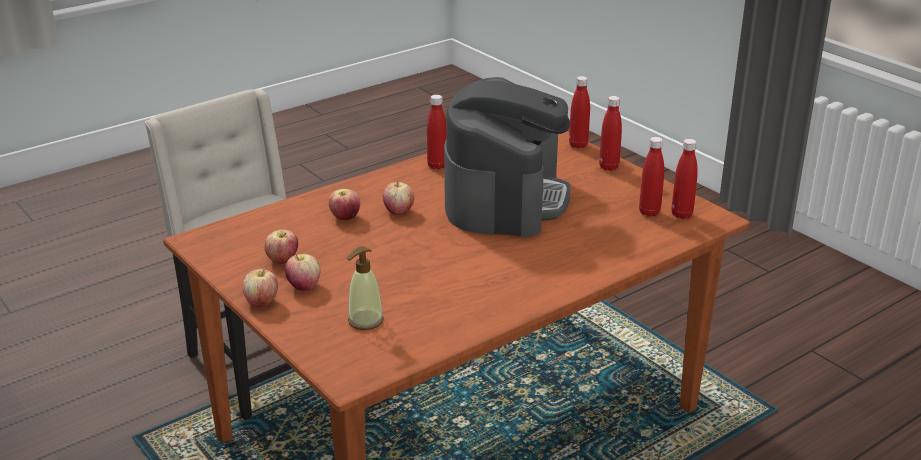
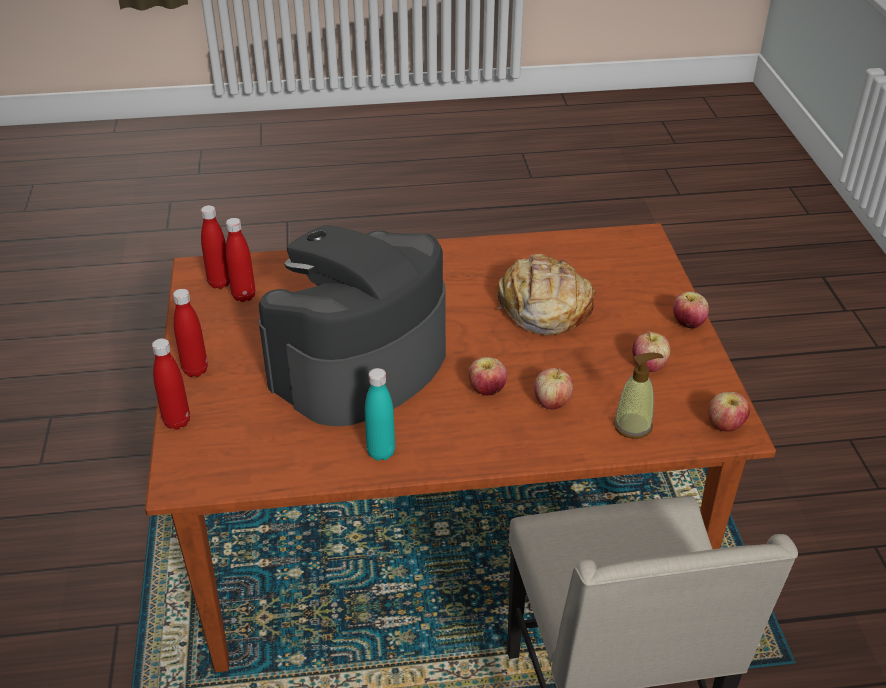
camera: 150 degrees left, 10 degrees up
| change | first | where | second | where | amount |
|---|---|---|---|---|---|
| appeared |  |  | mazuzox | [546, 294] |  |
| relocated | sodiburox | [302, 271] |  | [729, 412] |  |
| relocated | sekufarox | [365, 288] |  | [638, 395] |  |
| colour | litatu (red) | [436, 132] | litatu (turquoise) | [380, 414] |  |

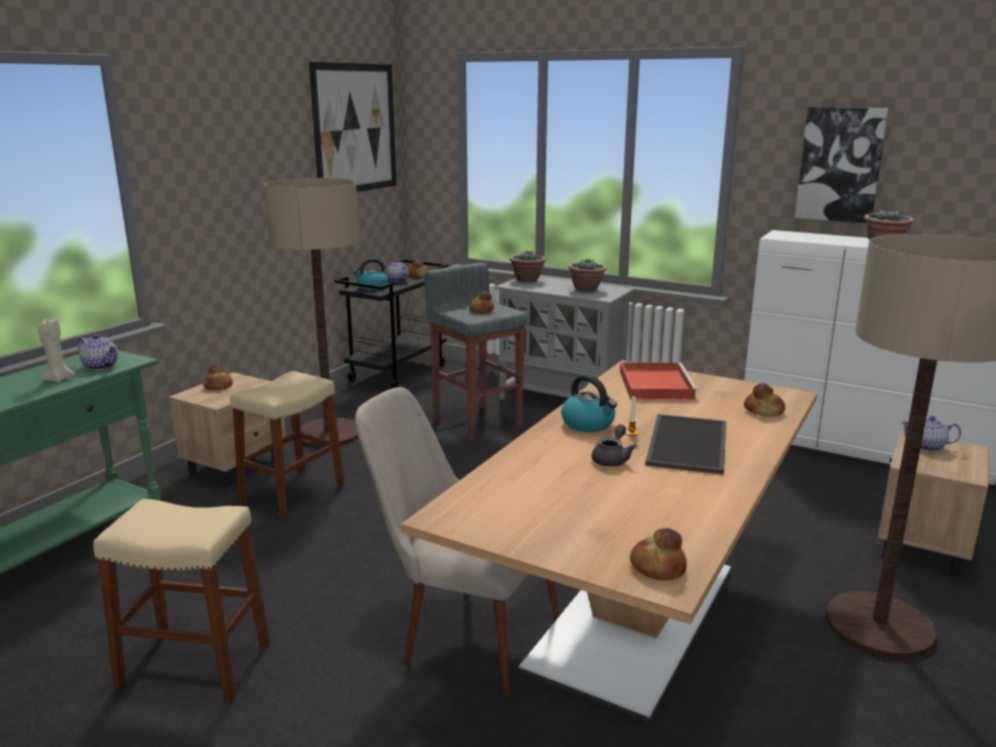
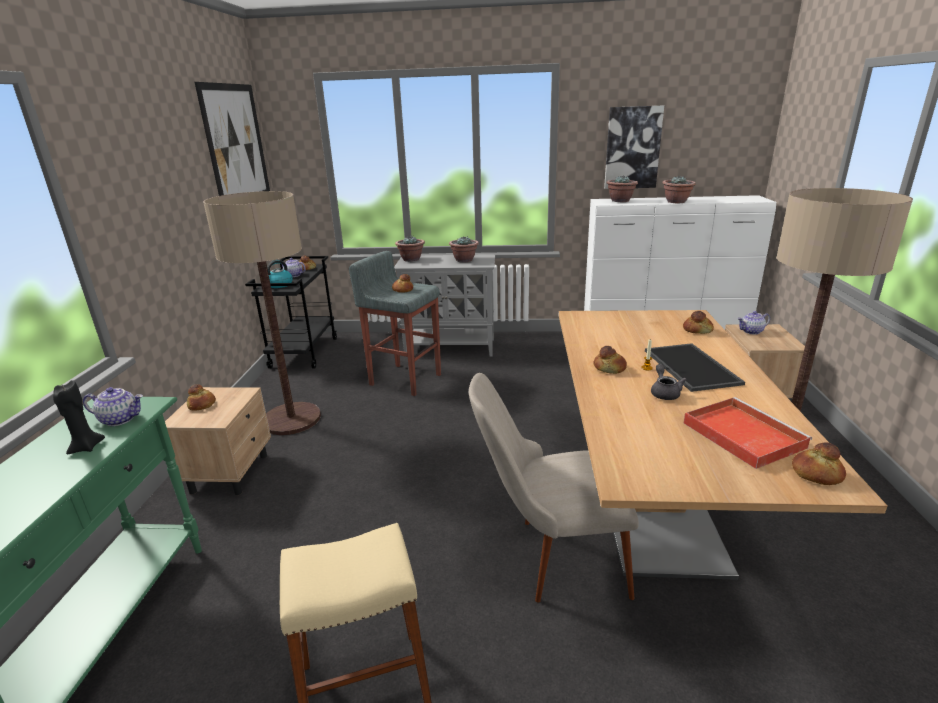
camera: 25 degrees left, 5 degrees up
| change | first | where | second | where | amount |
|---|---|---|---|---|---|
| missing | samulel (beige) | [287, 446] |  |  |  |
| appeared |  |  | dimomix | [622, 188] |  |
| relocated | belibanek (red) | [659, 381] |  | [748, 433] |  |
| exchanged | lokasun | [589, 403] | mazuzox | [610, 360] |  |
| colour | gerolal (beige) | [57, 350] | gerolal (black) | [79, 417] |  |

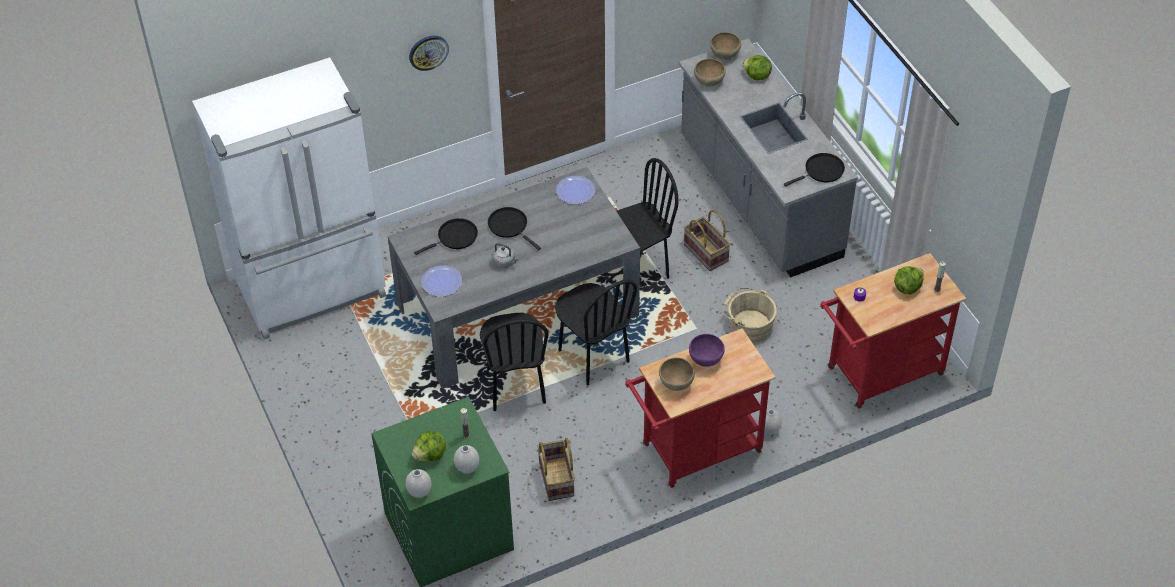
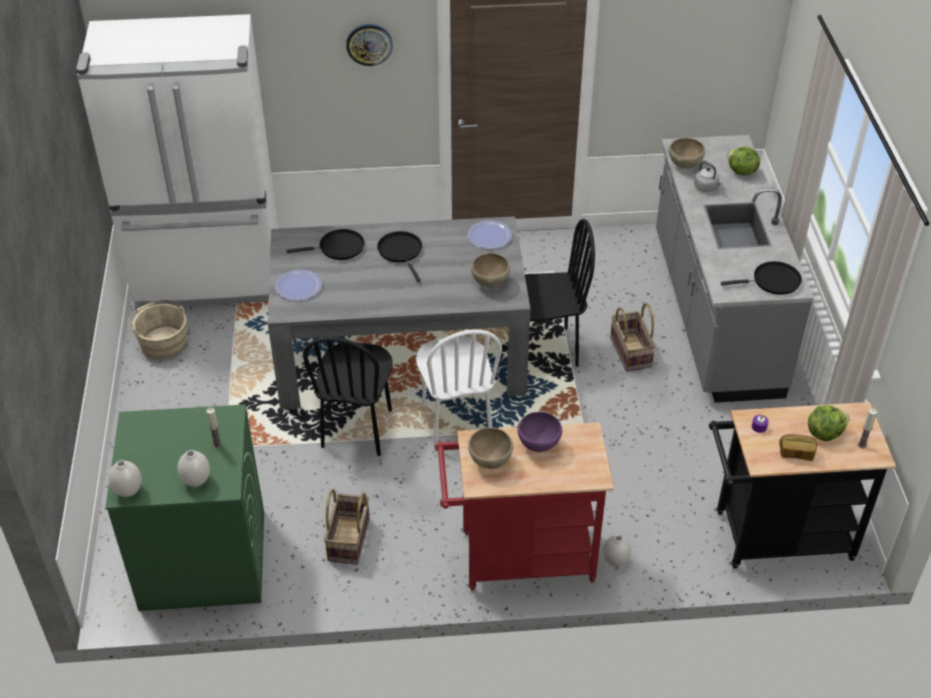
camera: 20 degrees right, 5 degrees down
| change | first | where | second | where | amount |
|---|---|---|---|---|---|
| missing | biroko | [429, 446] |  |  |  |
| appeared |  |  | mazuzox | [798, 447] |  |
| relocated | lokasun (grey) | [506, 256] |  | [708, 176] |  |
| relocated | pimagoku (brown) | [725, 46] |  | [490, 270] |  |
| relocated | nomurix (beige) | [750, 315] |  | [157, 329] |  |
| colour | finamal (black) | [596, 332] | finamal (white) | [459, 390] |  |
| colour | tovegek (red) | [893, 331] | tovegek (black) | [802, 485] |  |

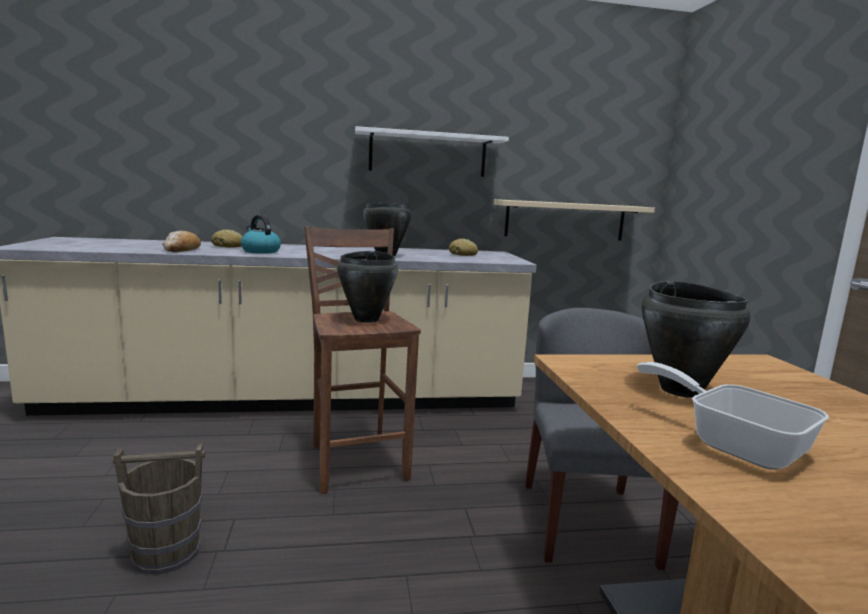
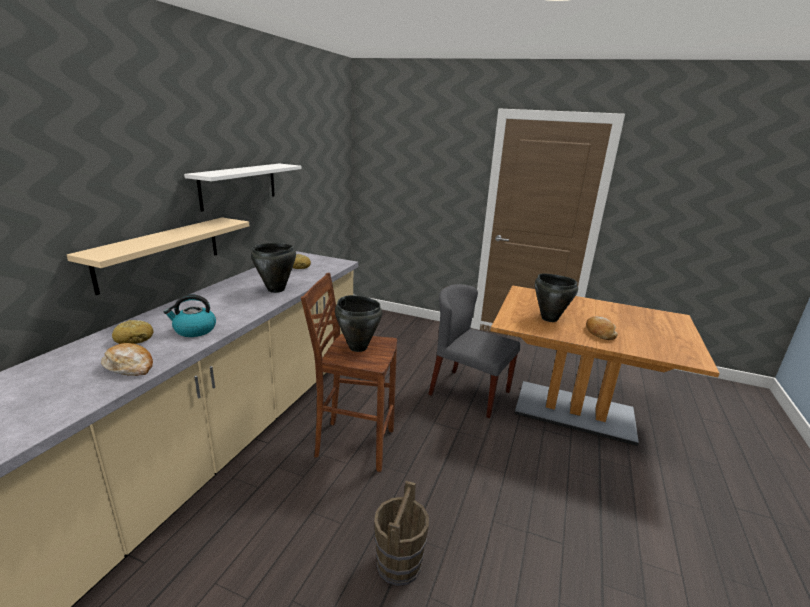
camera: 60 degrees left, 10 degrees up
| change | first | where | second | where | amount |
|---|---|---|---|---|---|
| relocated | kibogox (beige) | [574, 219] |  | [158, 256] |  |
| exchanged | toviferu | [733, 416] | mazuzox | [602, 328] |  |

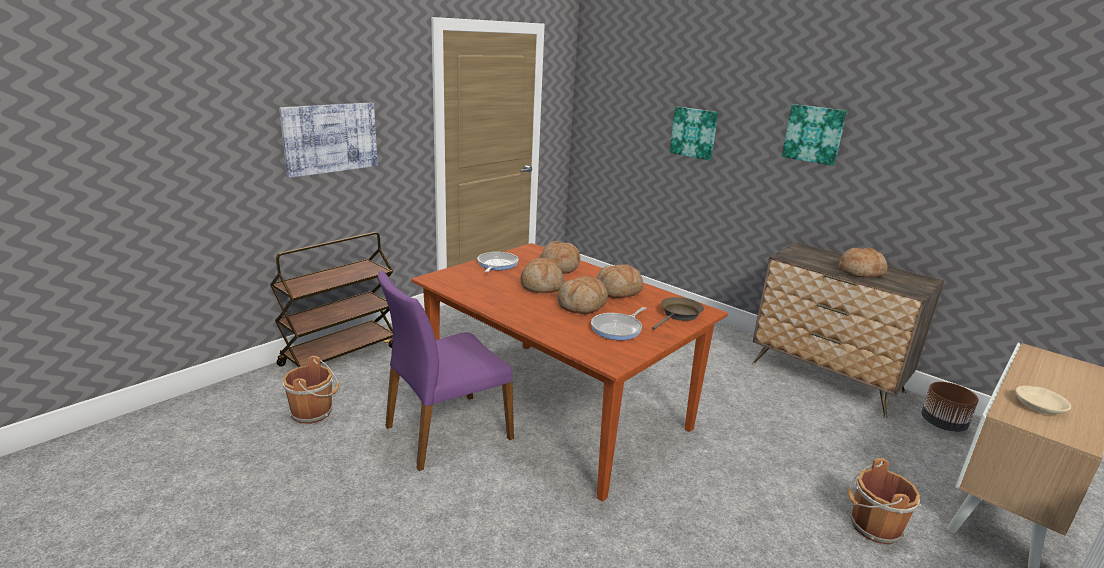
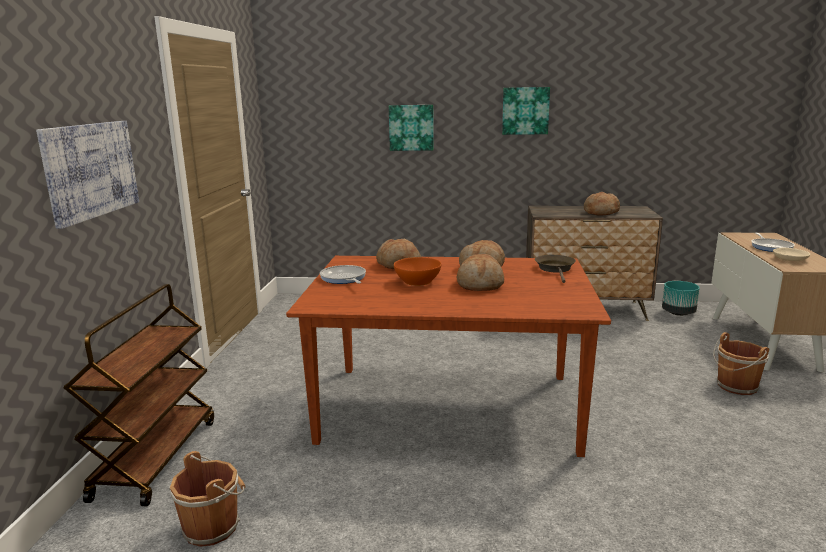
camera: 35 degrees left, 5 degrees down
| change | first | where | second | where | amount |
|---|---|---|---|---|---|
| missing | finamal (purple) | [446, 370] |  |  |  |
| relocated | toviferu | [619, 323] |  | [773, 242] |  |
| exchanged | mazuzox | [542, 275] | pimagoku (orange) | [417, 271] |  |
| colour | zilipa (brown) | [950, 407] | zilipa (turquoise) | [681, 298] |  |

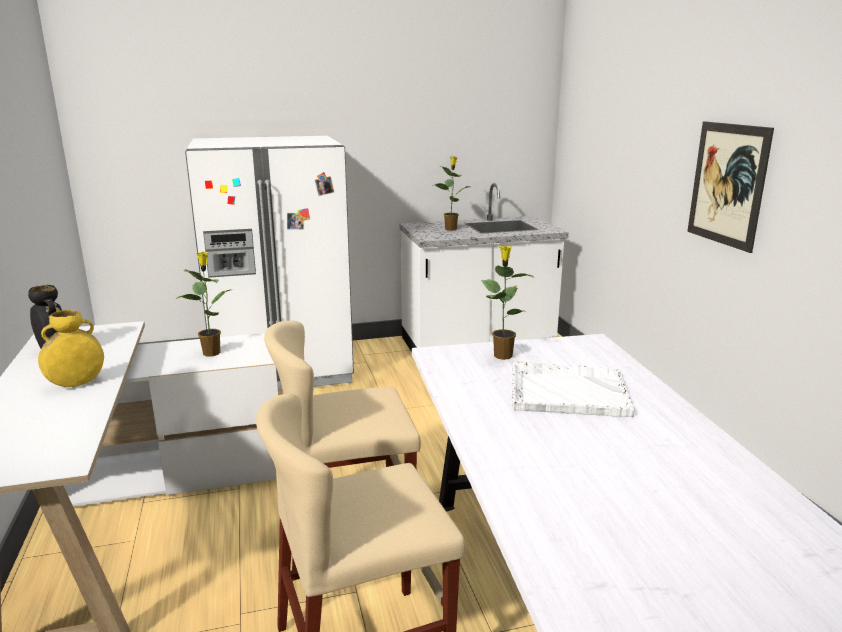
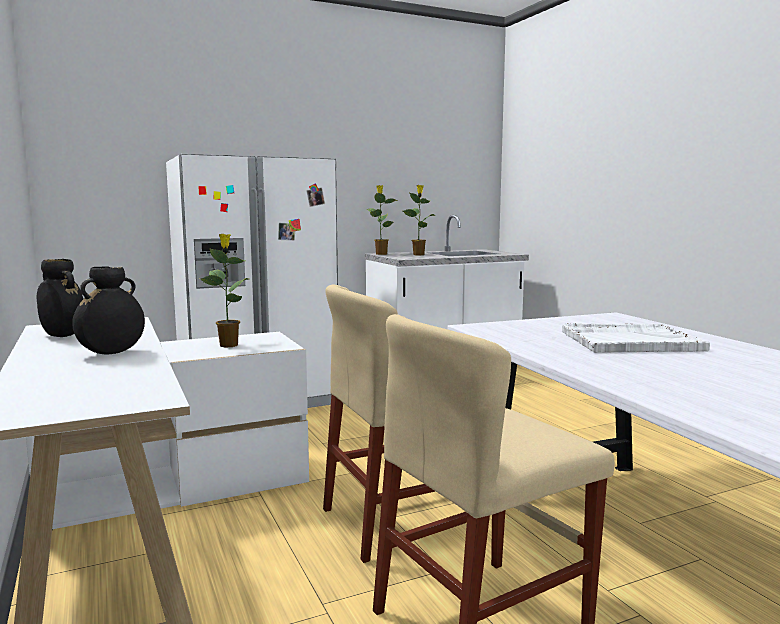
camera: 10 degrees left, 10 degrees down
| change | first | where | second | where | amount |
|---|---|---|---|---|---|
| missing | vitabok | [730, 187] |  |  |  |
| relocated | dimomix | [507, 303] |  | [381, 220] |  |
| colour | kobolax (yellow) | [71, 348] | kobolax (black) | [108, 310] |  |

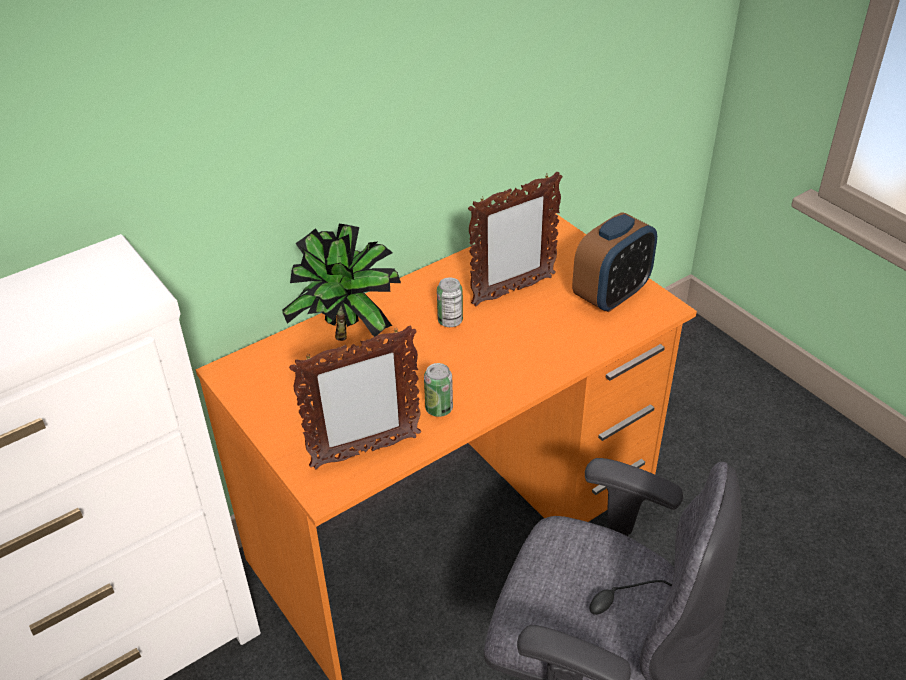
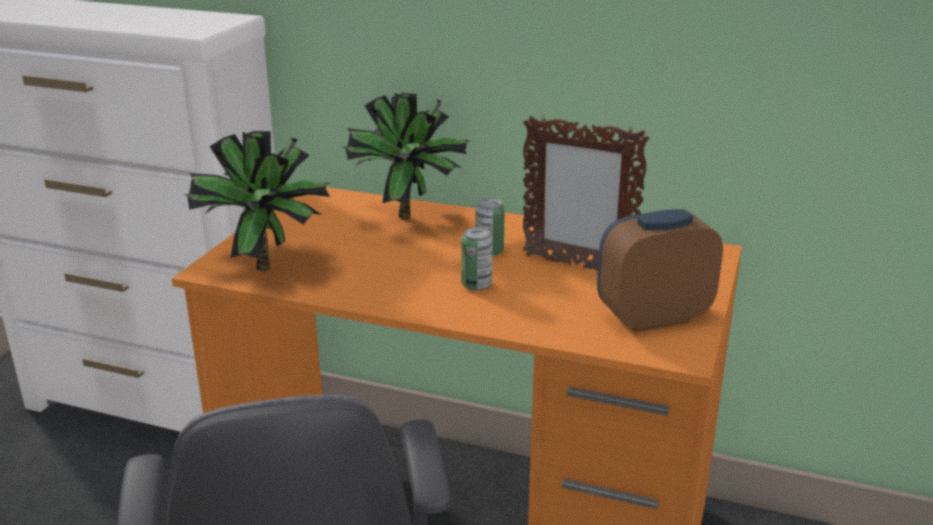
camera: 55 degrees right, 15 degrees down
| change | first | where | second | where | amount |
|---|---|---|---|---|---|
| relocated | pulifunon | [438, 390] |  | [476, 259] |  |
| exchanged | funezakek | [355, 397] | dimomix | [257, 201] |  |
| spun | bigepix | [614, 262] |  | [660, 270] | 150 degrees clockwise |

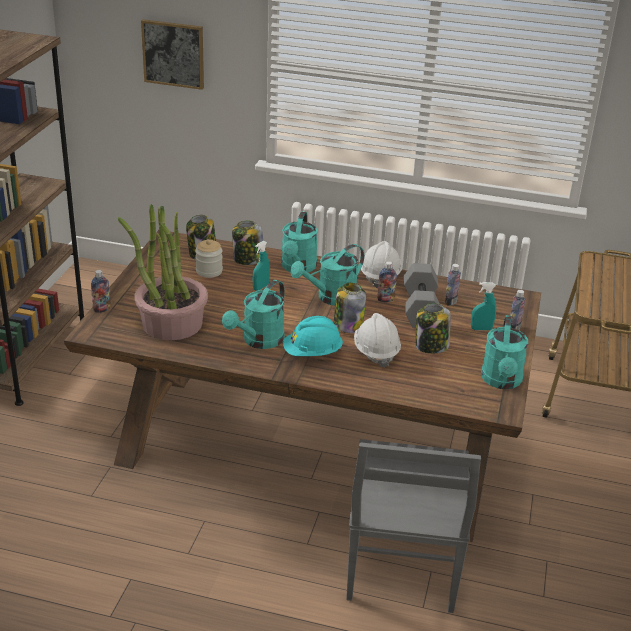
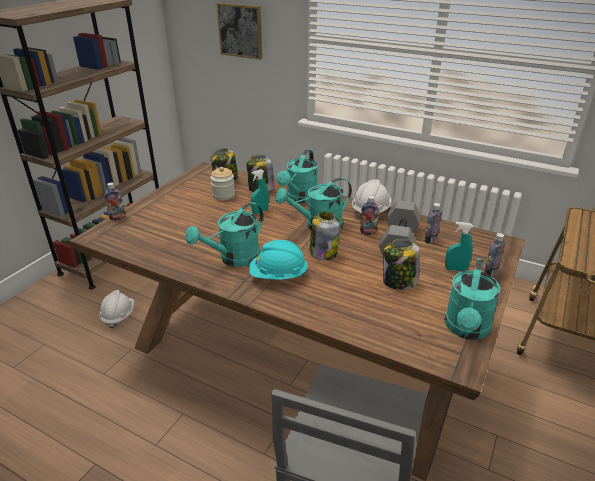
camera: 15 degrees right, 0 degrees up
| change | first | where | second | where | amount |
|---|---|---|---|---|---|
| missing | dimomix | [163, 272] |  |  |  |
| relocated | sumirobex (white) | [377, 340] |  | [117, 309] |  |

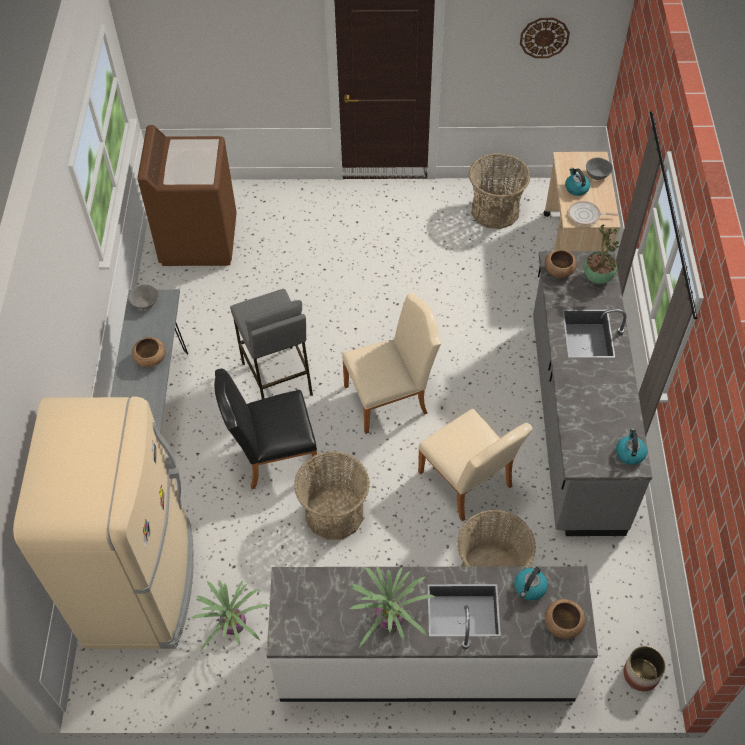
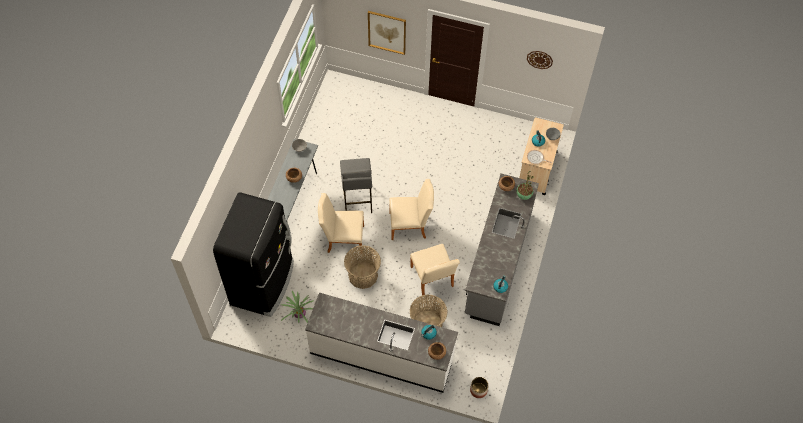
camera: 15 degrees right, 5 degrees up
| change | first | where | second | where | amount |
|---|---|---|---|---|---|
| missing | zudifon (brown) | [187, 195] |  |  |  |
| missing | dimomix | [392, 607] |  |  |  |
| missing | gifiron | [500, 191] |  |  |  |
| appeared |  |  | vitabok | [387, 33] |  |
| colour | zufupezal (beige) | [103, 523] | zufupezal (black) | [253, 254] |  |
| colour | finamal (black) | [265, 429] | finamal (beige) | [341, 223] |  |

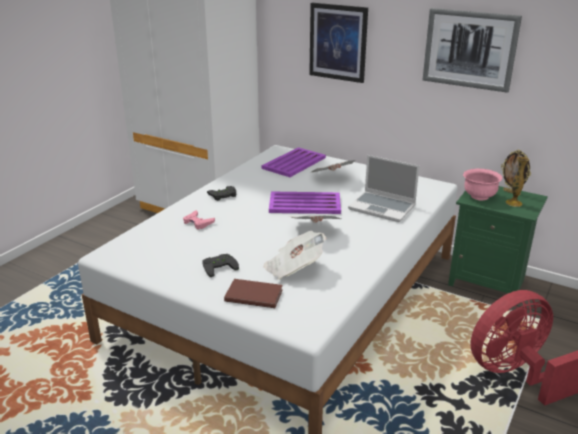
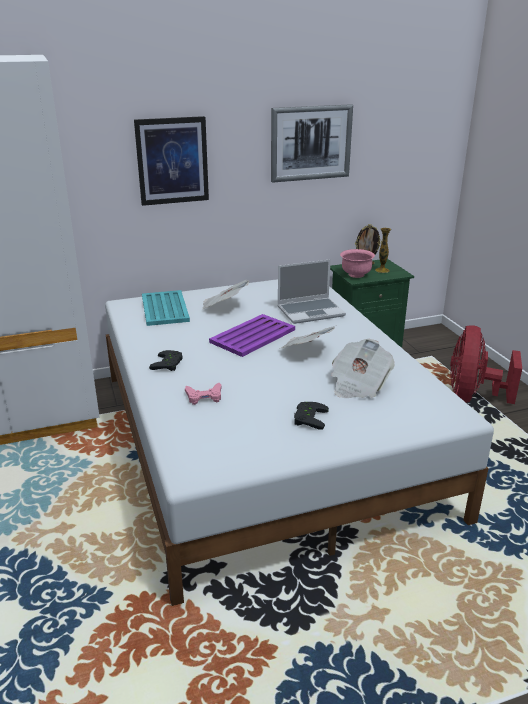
camera: 50 degrees left, 0 degrees up
| change | first | where | second | where | amount |
|---|---|---|---|---|---|
| missing | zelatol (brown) | [253, 293] |  |  |  |
| colour | belibanek (purple) | [293, 162] | belibanek (turquoise) | [166, 308] |  |

